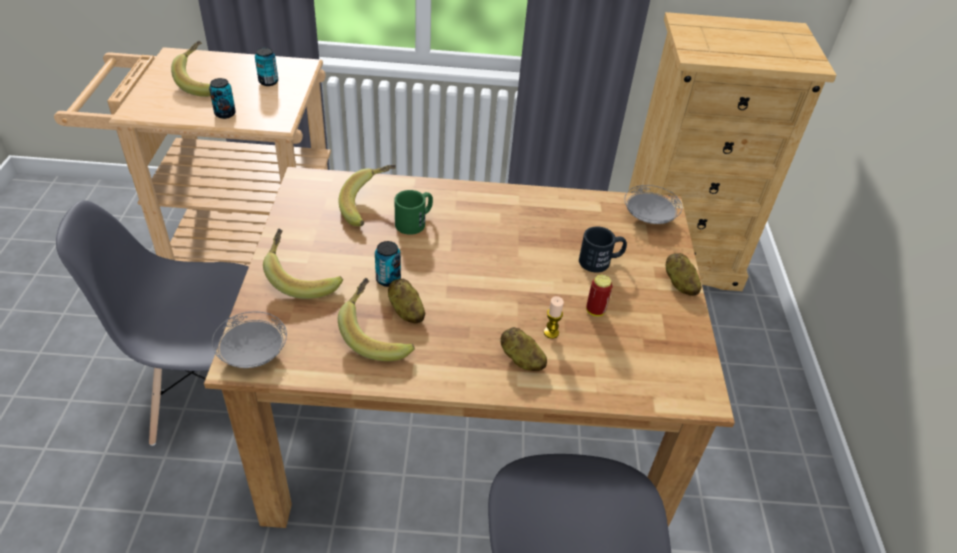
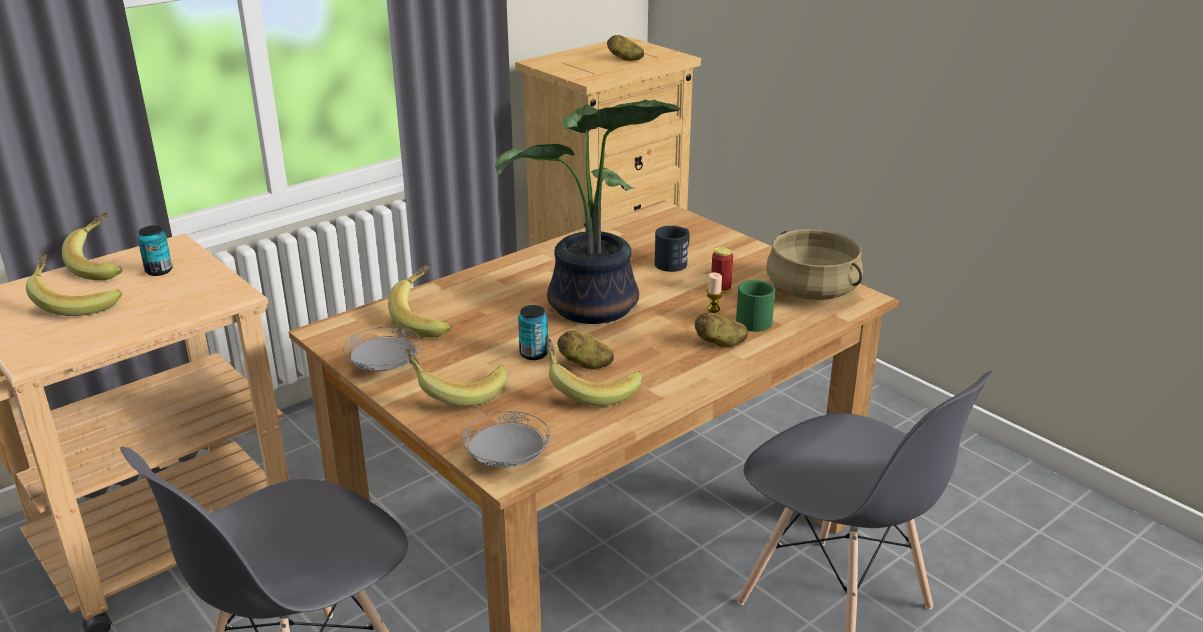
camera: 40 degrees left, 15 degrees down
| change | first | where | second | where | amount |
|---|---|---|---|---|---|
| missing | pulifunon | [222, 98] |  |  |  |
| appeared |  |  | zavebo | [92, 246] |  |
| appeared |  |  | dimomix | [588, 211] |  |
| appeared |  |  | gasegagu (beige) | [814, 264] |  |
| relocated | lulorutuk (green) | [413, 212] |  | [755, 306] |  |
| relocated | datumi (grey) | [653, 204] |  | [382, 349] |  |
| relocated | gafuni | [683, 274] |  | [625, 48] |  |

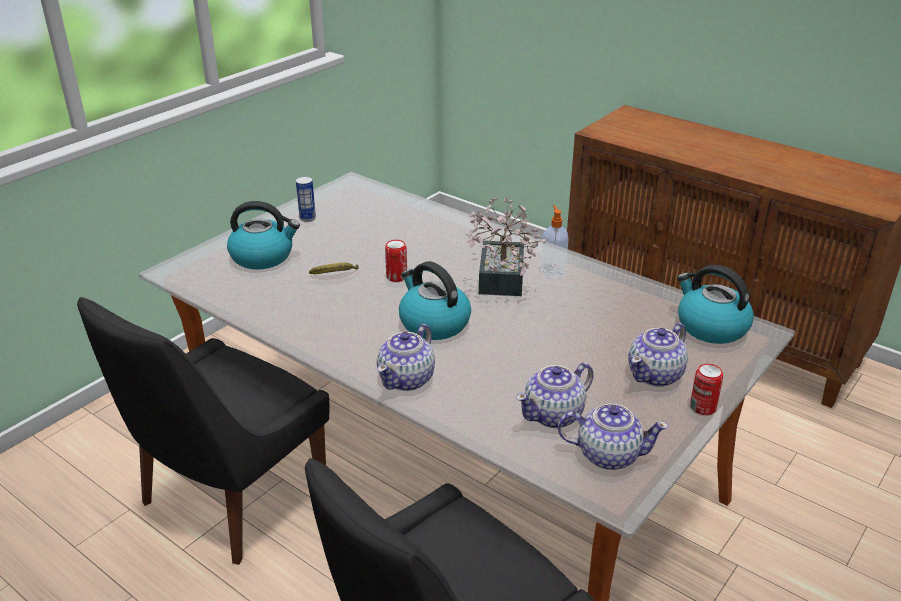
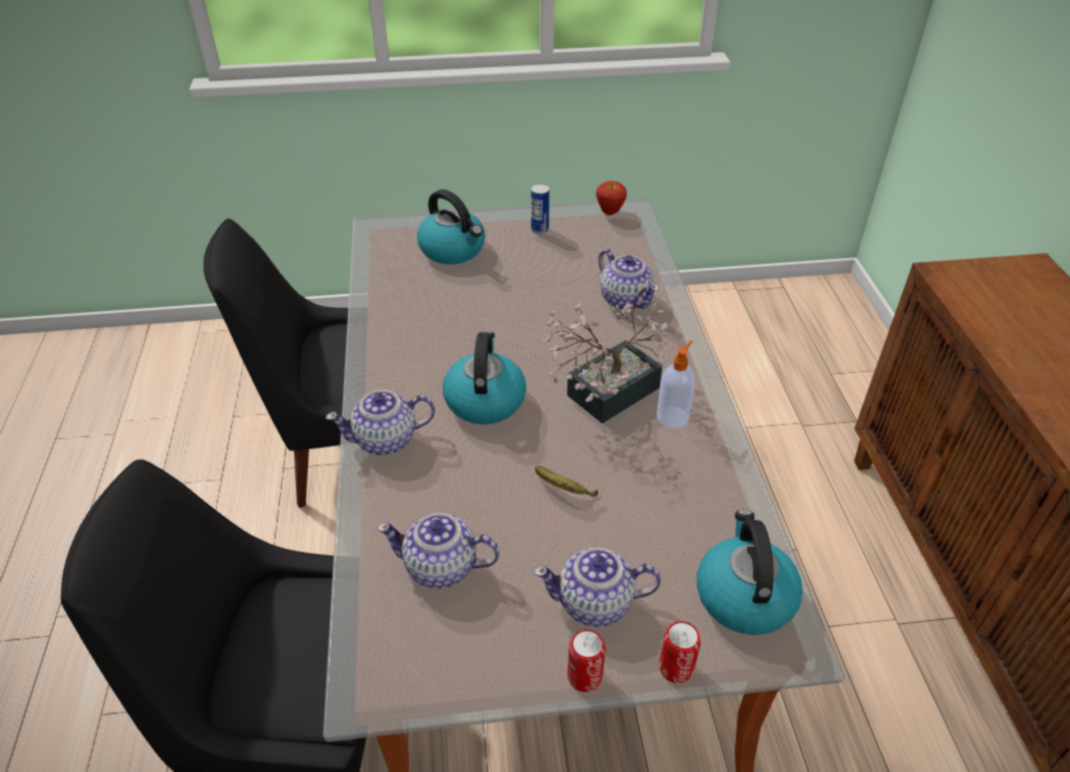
camera: 45 degrees right, 10 degrees up
| change | first | where | second | where | amount |
|---|---|---|---|---|---|
| appeared |  |  | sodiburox | [611, 198] |  |
| relocated | zavebo | [334, 268] |  | [566, 481] |  |
| relocated | pulifunon | [396, 261] |  | [680, 652] |  |
| relocated | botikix | [613, 437] |  | [628, 279] |  |

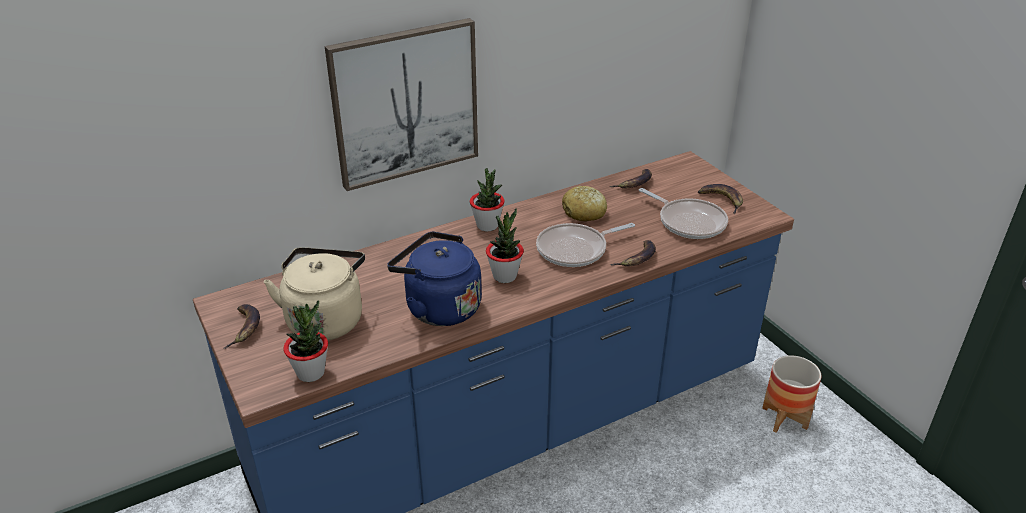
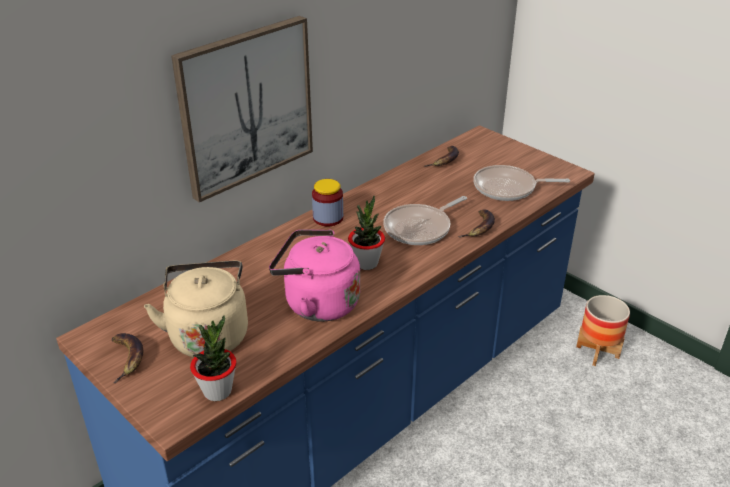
camera: 15 degrees left, 0 degrees up
| change | first | where | second | where | amount |
|---|---|---|---|---|---|
| missing | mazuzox | [584, 203] |  |  |  |
| missing | zavebo | [720, 199] |  |  |  |
| exchanged | dimomix | [487, 199] | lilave | [327, 202] |  |
| colour | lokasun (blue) | [434, 279] | lokasun (pink) | [314, 276] |  |
| spun | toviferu | [683, 213] |  | [521, 183] | 150 degrees clockwise |

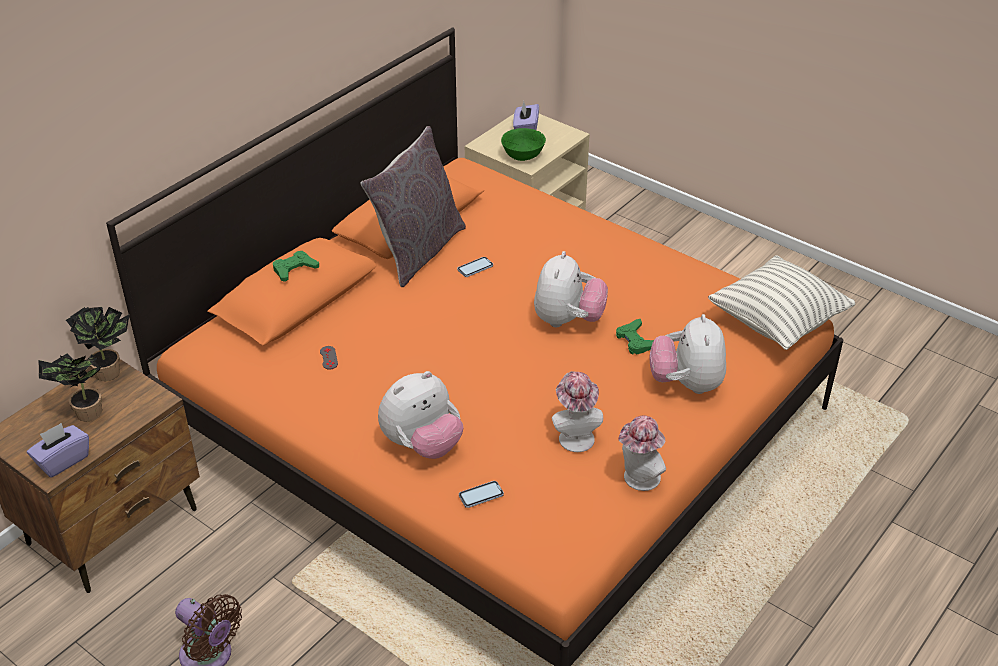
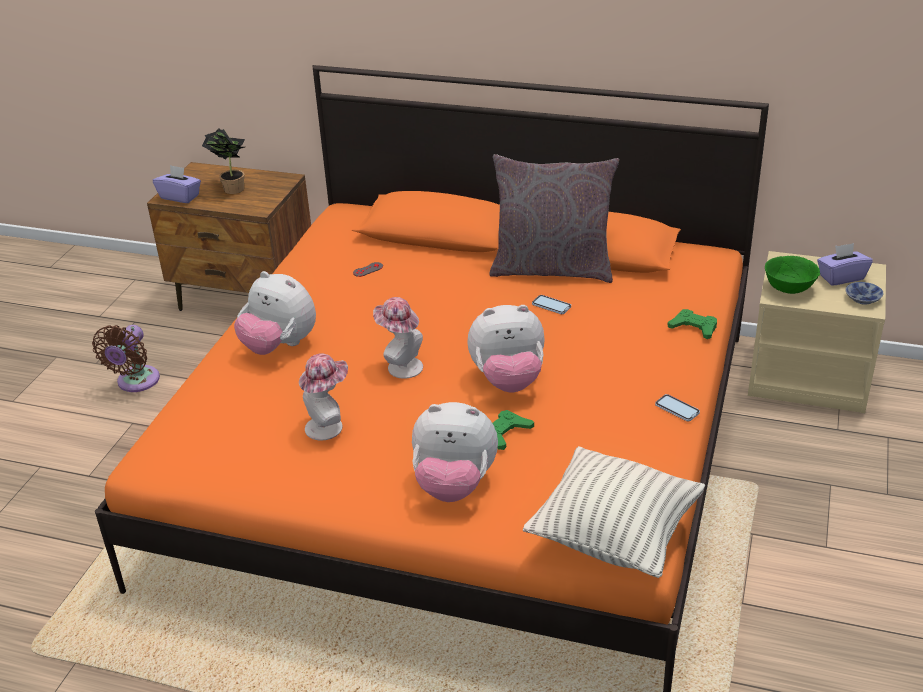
camera: 70 degrees right, 5 degrees down
| change | first | where | second | where | amount |
|---|---|---|---|---|---|
| missing | dimomix | [98, 344] |  |  |  |
| appeared |  |  | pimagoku | [864, 293] |  |
| relocated | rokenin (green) | [296, 266] |  | [692, 324] |  |
| relocated | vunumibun | [481, 494] |  | [677, 408] |  |
| relocated | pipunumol | [642, 453] |  | [398, 338] |  |
| spun | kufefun | [688, 354] |  | [455, 452] | 150 degrees counterclockwise |

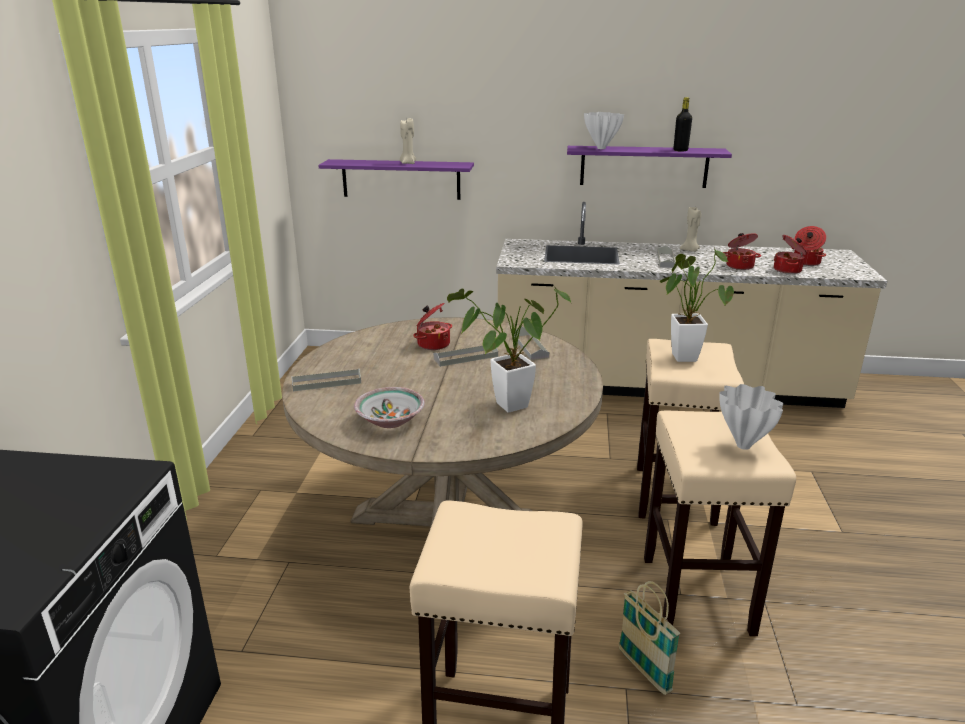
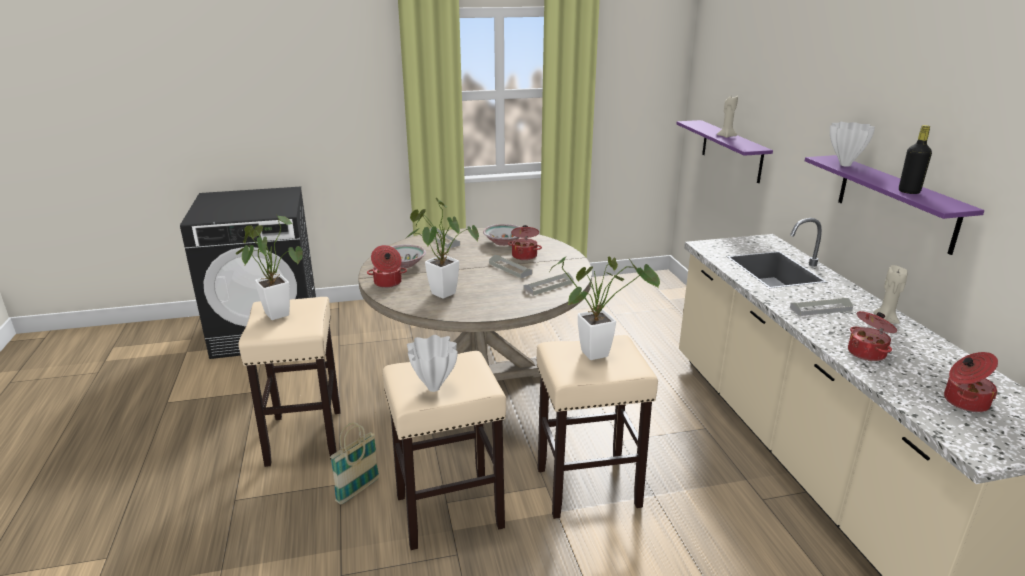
camera: 70 degrees right, 0 degrees up
| change | first | where | second | where | amount |
|---|---|---|---|---|---|
| appeared |  |  | dimomix | [269, 267] |  |
| appeared |  |  | pimagoku | [501, 235] |  |
| relocated | gasegagu | [790, 254] |  | [387, 266] |  |

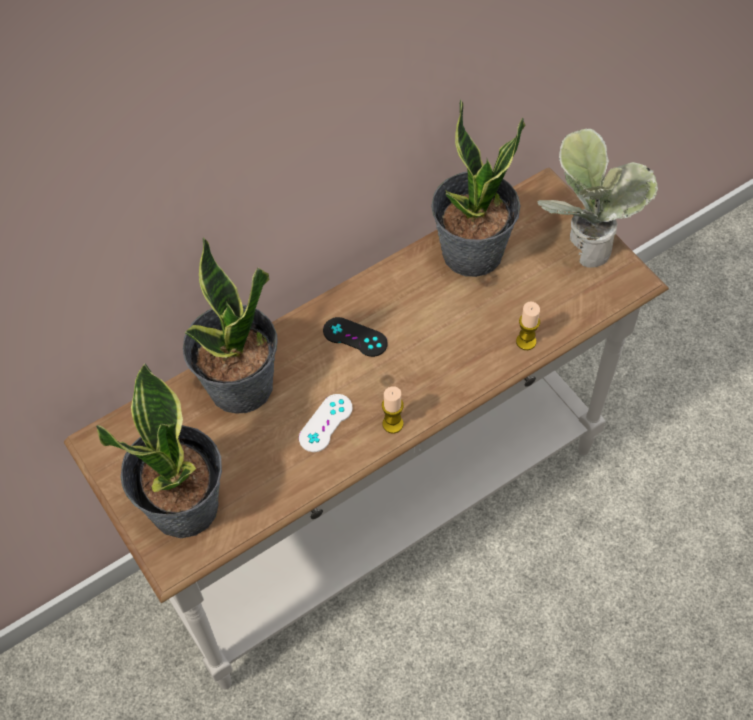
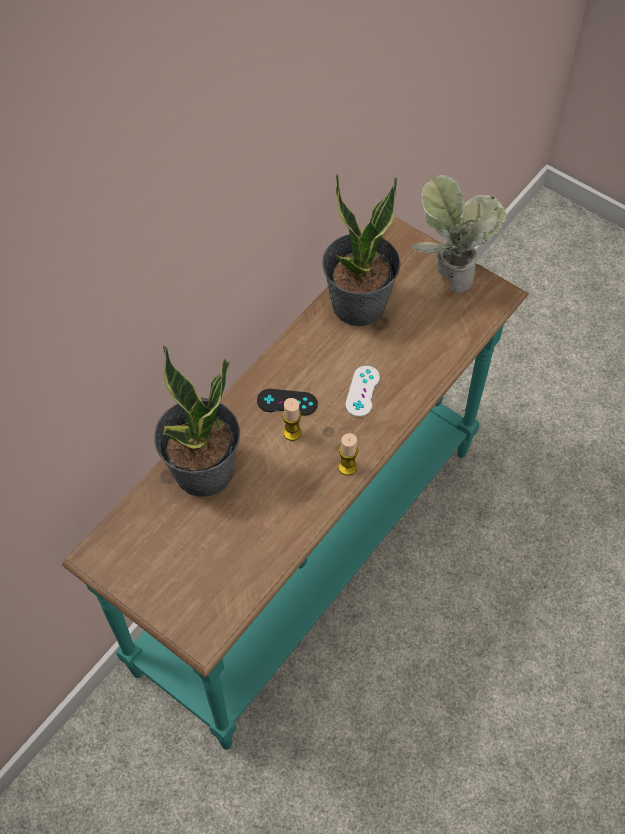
camera: 20 degrees left, 0 degrees up
| change | first | where | second | where | amount |
|---|---|---|---|---|---|
| missing | dimomix | [159, 450] |  |  |  |
| relocated | rokenin (white) | [326, 423] |  | [362, 391] |  |
| relocated | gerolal | [528, 326] |  | [292, 419] |  |
| colour | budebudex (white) | [366, 428] | budebudex (turquoise) | [295, 483] |  |

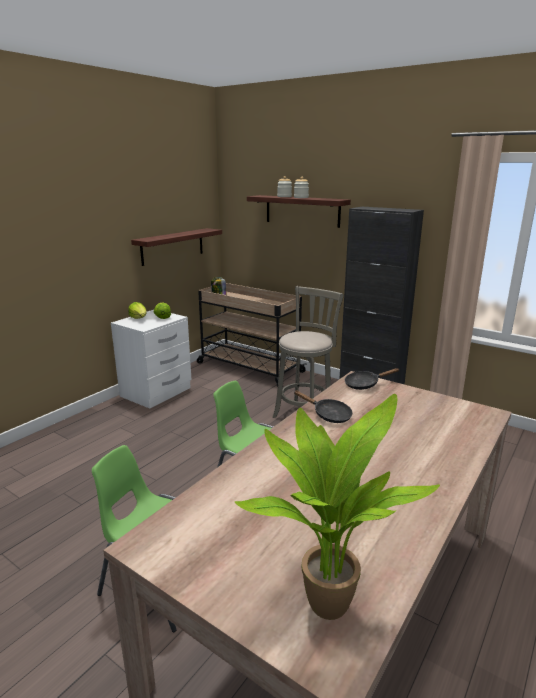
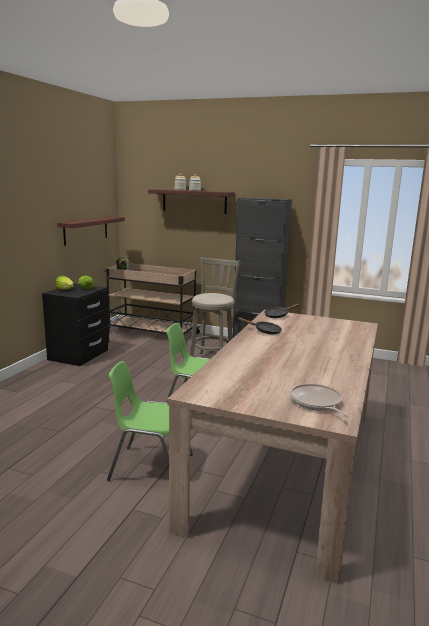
camera: 15 degrees left, 5 degrees down
| change | first | where | second | where | amount |
|---|---|---|---|---|---|
| exchanged | dimomix | [337, 507] | toviferu | [319, 400] |  |
| colour | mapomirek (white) | [151, 359] | mapomirek (black) | [75, 325] |  |

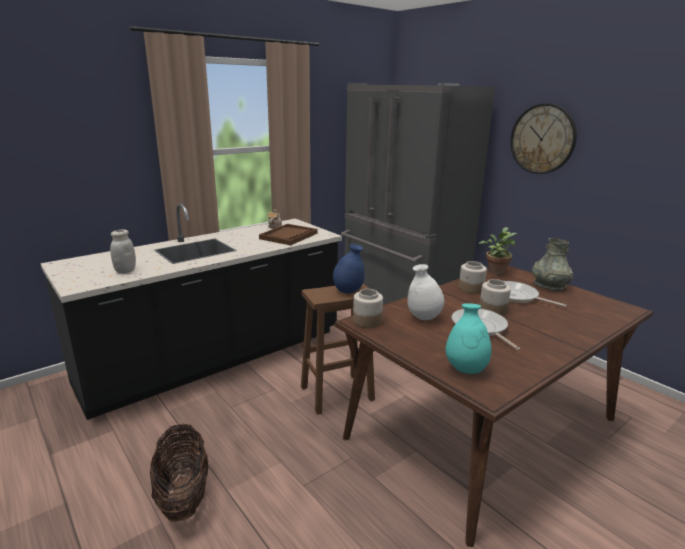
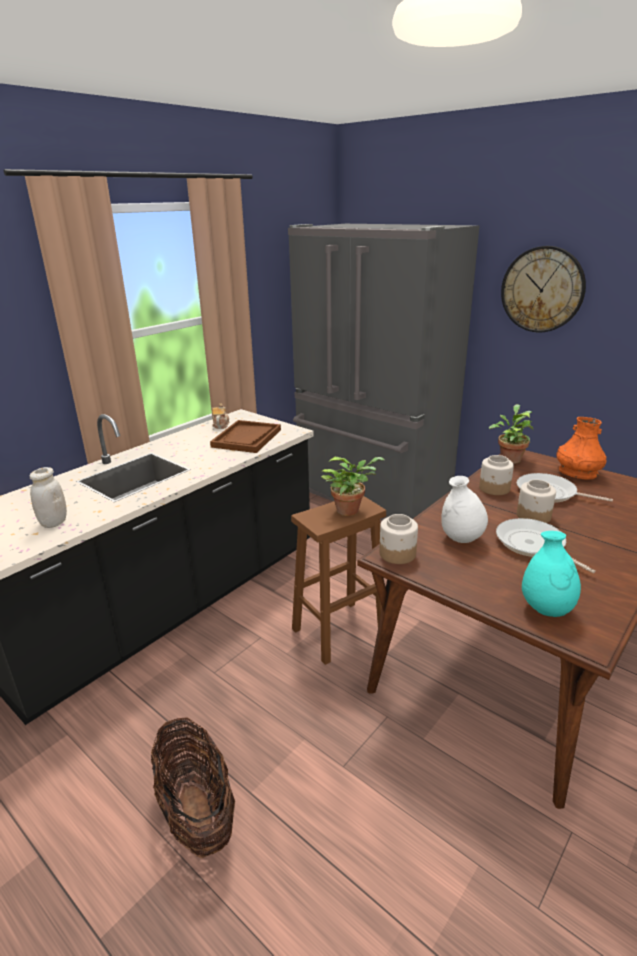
camera: 10 degrees left, 5 degrees up
| change | first | where | second | where | amount |
|---|---|---|---|---|---|
| exchanged | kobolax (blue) | [349, 269] | dimomix | [352, 486] |  |
| colour | kobolax (grey) | [552, 264] | kobolax (orange) | [581, 448] |  |

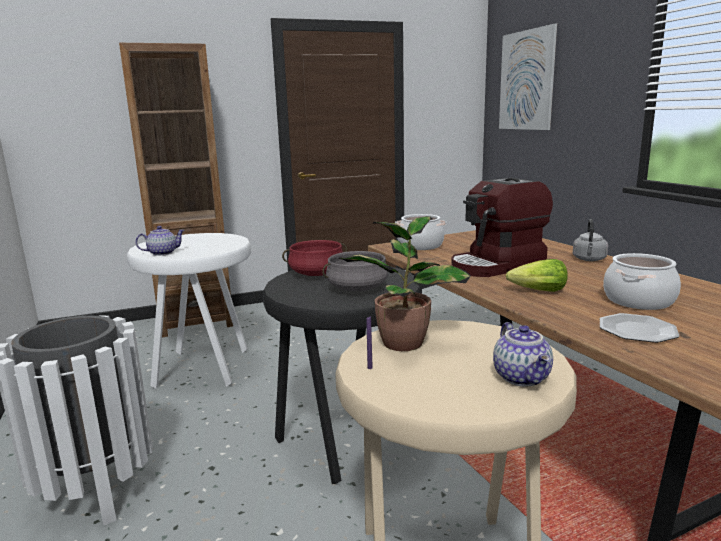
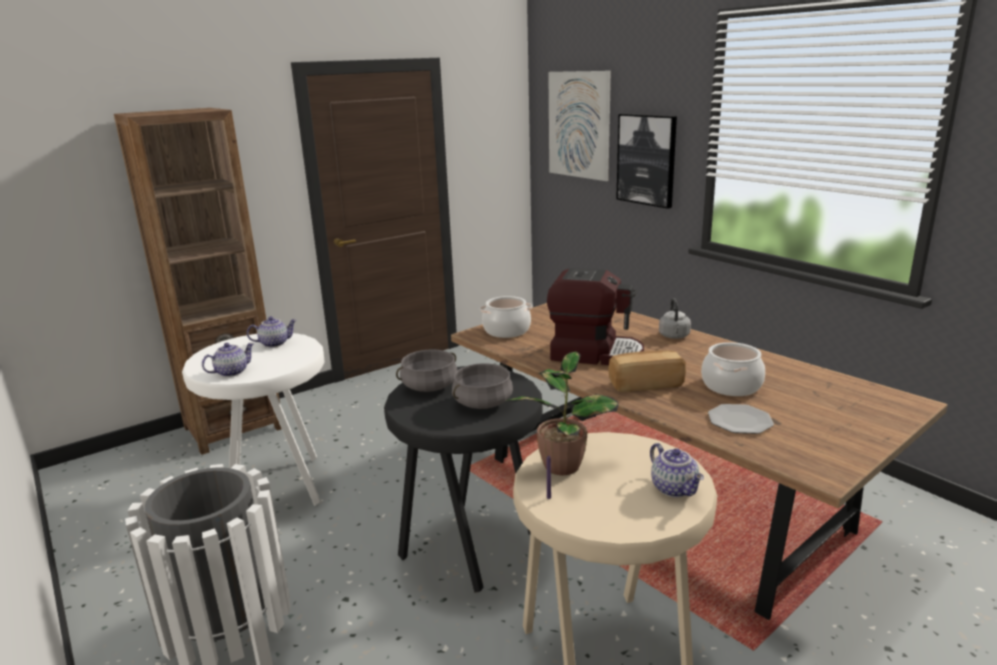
camera: 15 degrees left, 5 degrees up
| change | first | where | second | where | amount |
|---|---|---|---|---|---|
| appeared |  |  | botikix | [272, 332] |  |
| appeared |  |  | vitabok | [646, 161] |  |
| exchanged | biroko | [537, 275] | mazuzox | [647, 371] |  |
| colour | gasegagu (red) | [314, 258] | gasegagu (grey) | [426, 370] |  |
| spun | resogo | [502, 227] |  | [595, 316] | 120 degrees counterclockwise |

